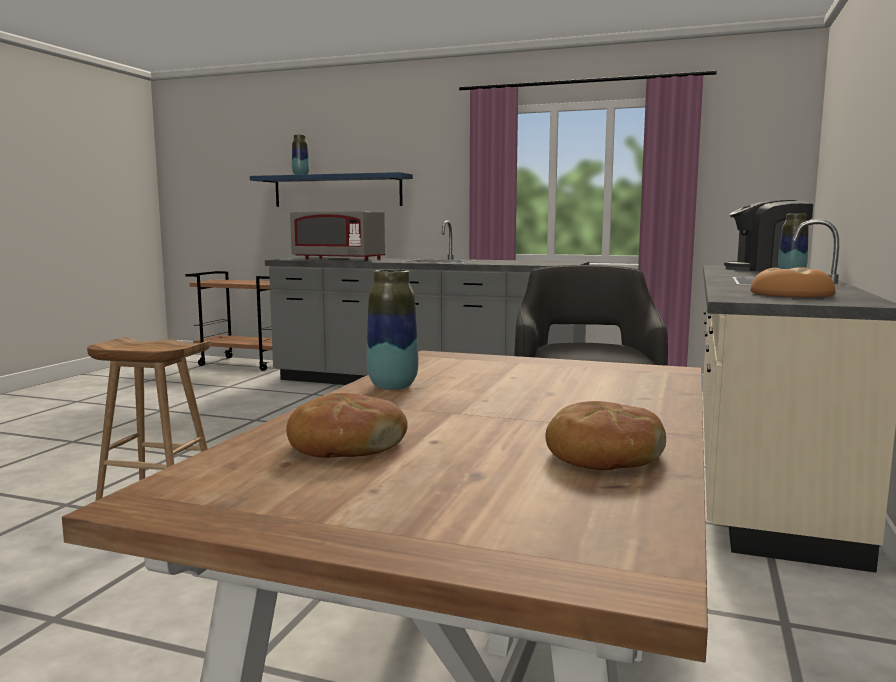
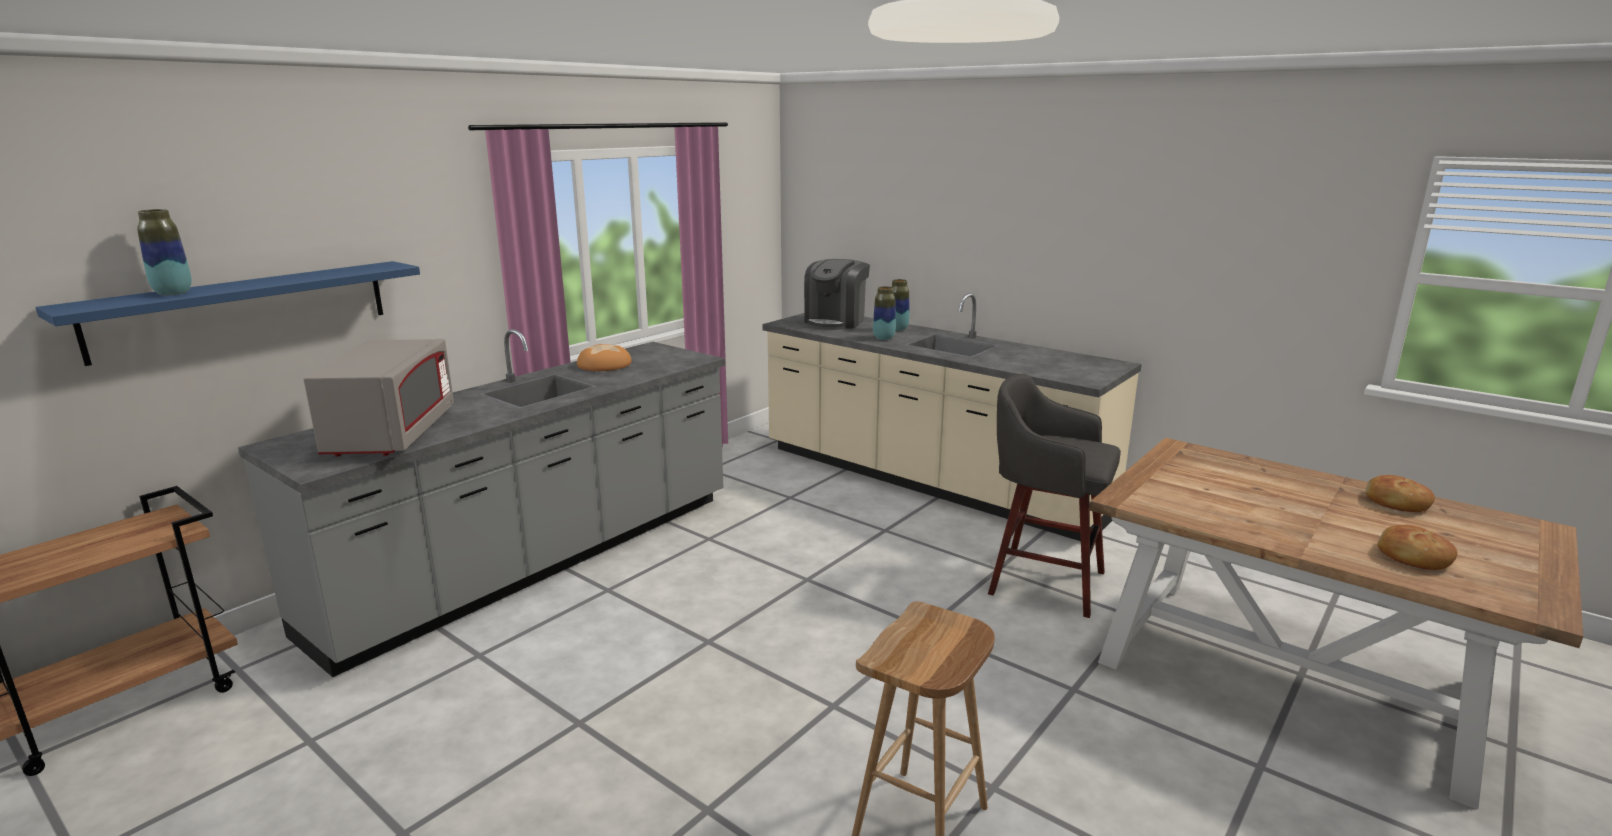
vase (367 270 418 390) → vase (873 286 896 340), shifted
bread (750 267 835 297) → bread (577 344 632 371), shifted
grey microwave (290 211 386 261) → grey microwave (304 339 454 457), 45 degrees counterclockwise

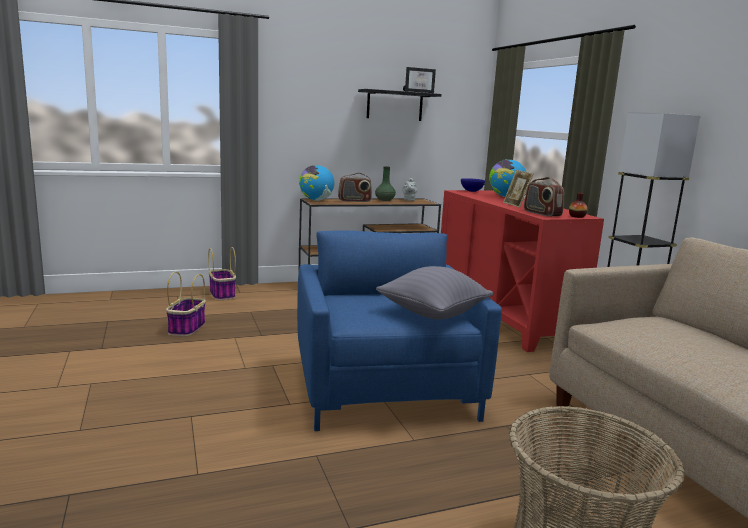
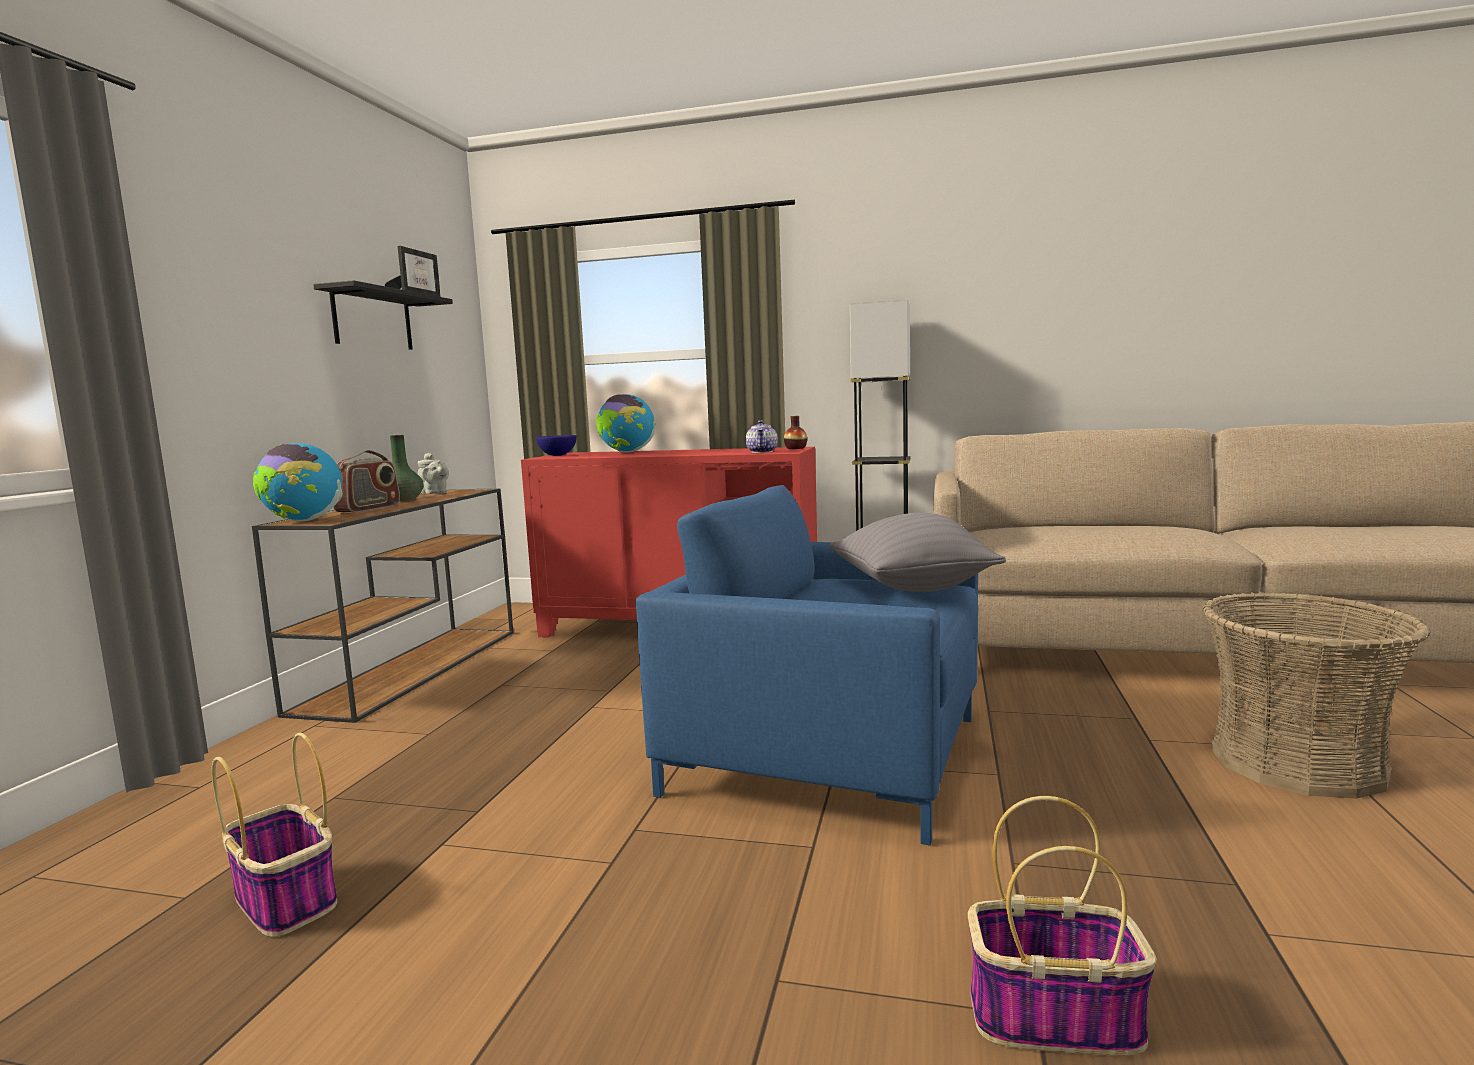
picture frame (503 170 534 208) → -
basket (208 247 236 300) → basket (968 796 1157 1055), shifted
radio (524 177 564 217) → teapot (746 420 778 453)

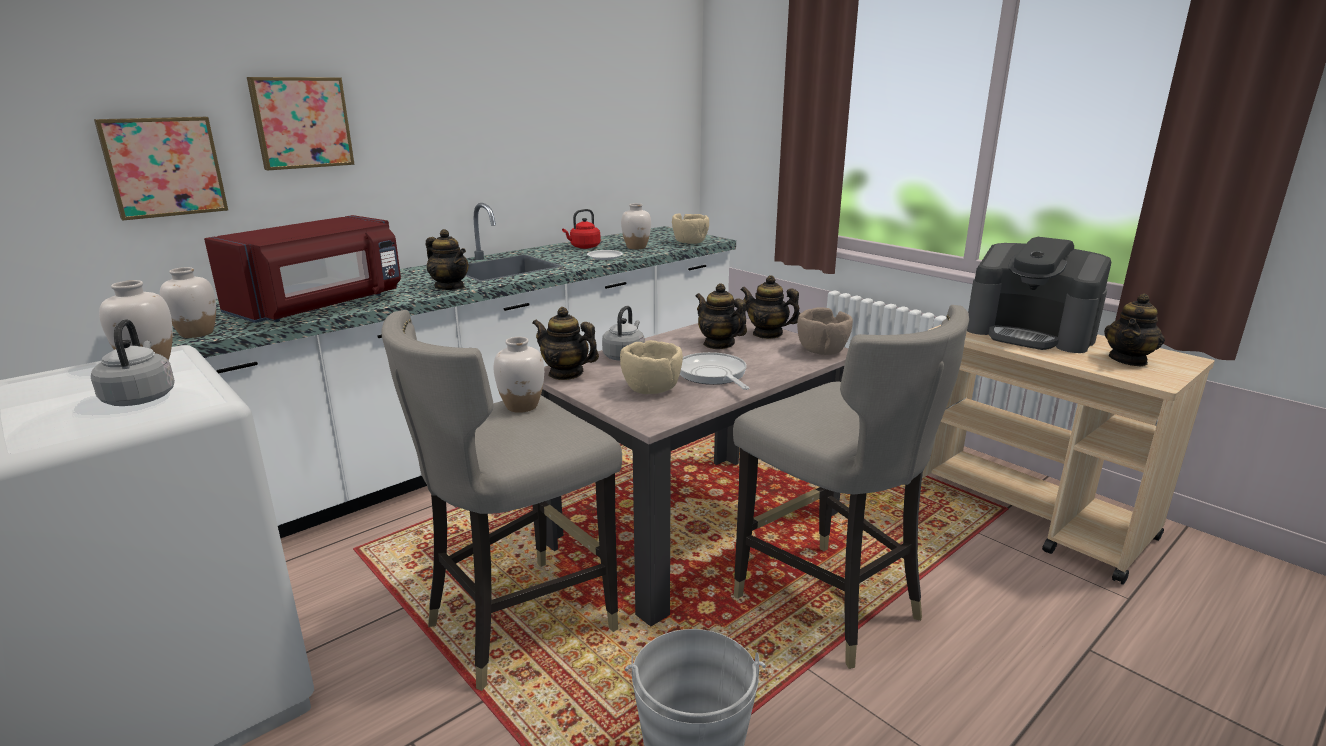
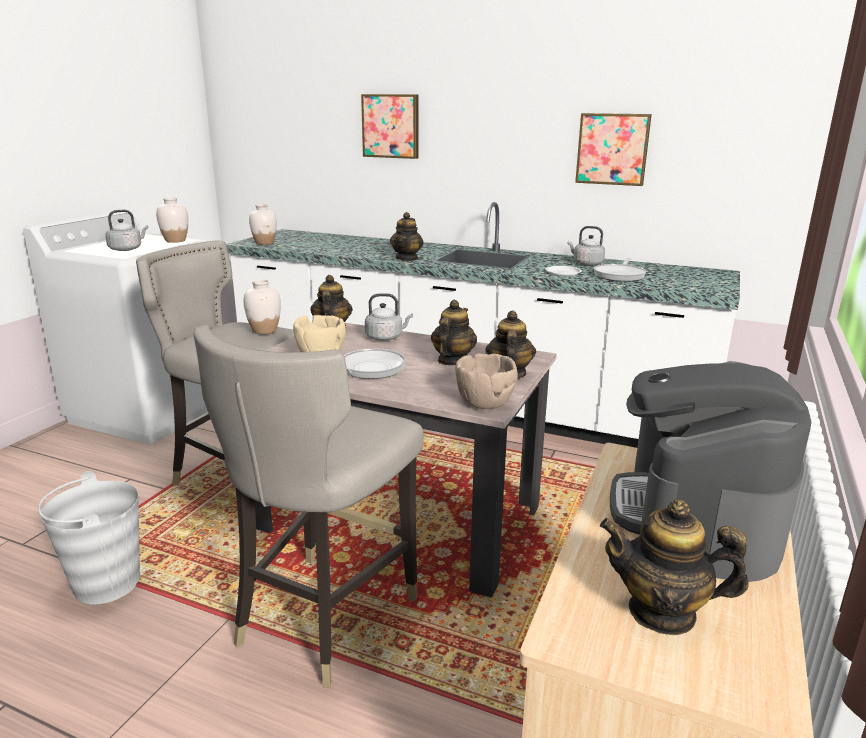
red microwave (204 215 401 323) → -
beige bowl (672 214 709 244) → -
picture (94 117 228 220) → picture (575 113 652 186), shifted
white vase (621 203 651 250) → frying pan (594 258 646 282)
red kettle (562 209 601 249) → grey kettle (568 226 605 266)

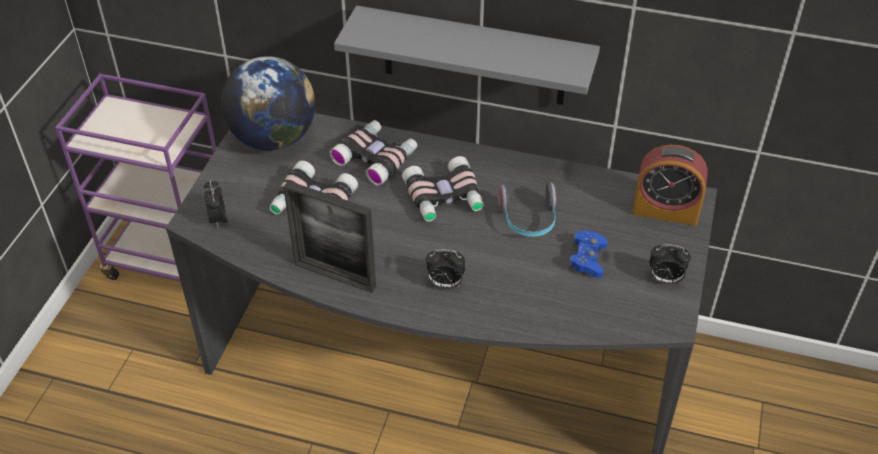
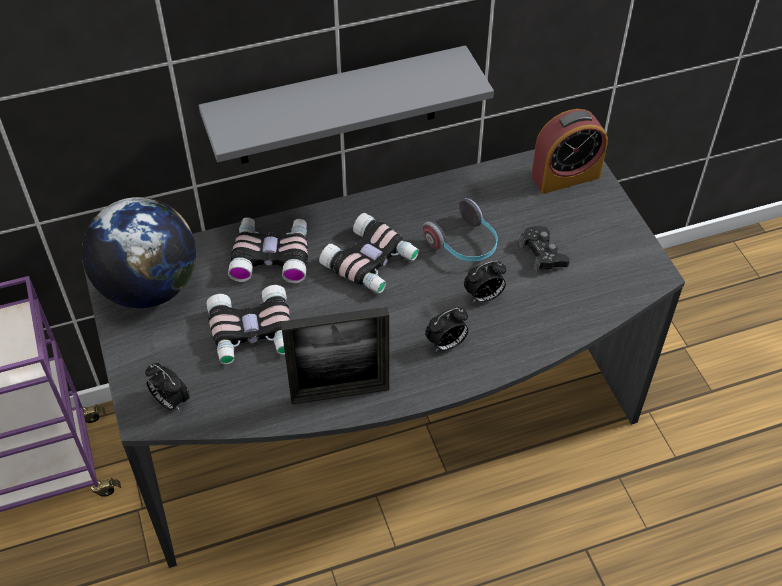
alarm clock (650 244 691 284) → alarm clock (464 261 506 302), shifted
blue game controller (569 230 607 278) → black game controller (518 226 570 272)

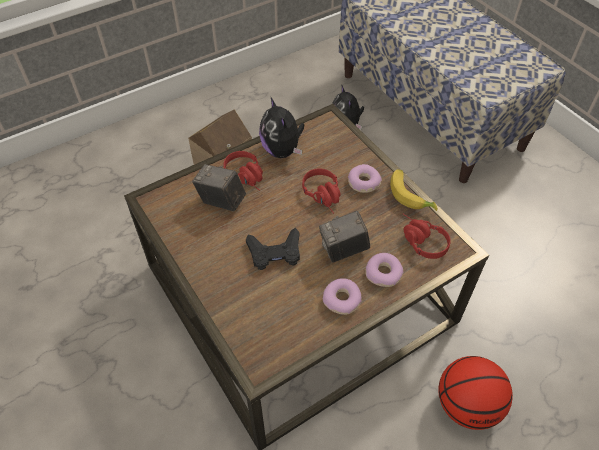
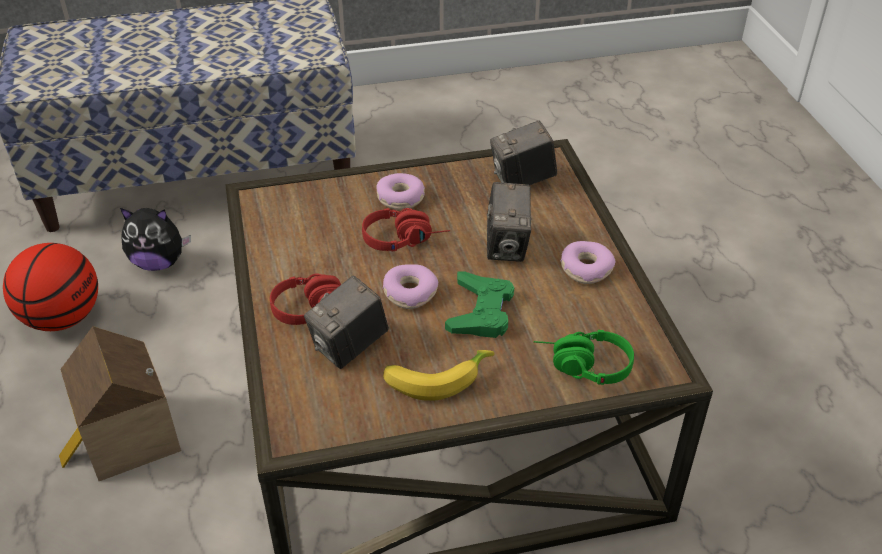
plush toy (259 96 305 158) → -
- → green headphones (534 330 634 385)
donut (365 253 403 287) → donut (383 264 438 309), shifted
banana (390 169 438 211) → banana (383 350 494 401), shifted
basketball (438 356 513 430) → basketball (3 243 98 331), shifted
red headphones (403 214 451 259) → photo camera (490 120 557 185)
black game controller (246 228 300 270) → green game controller (445 272 514 338)

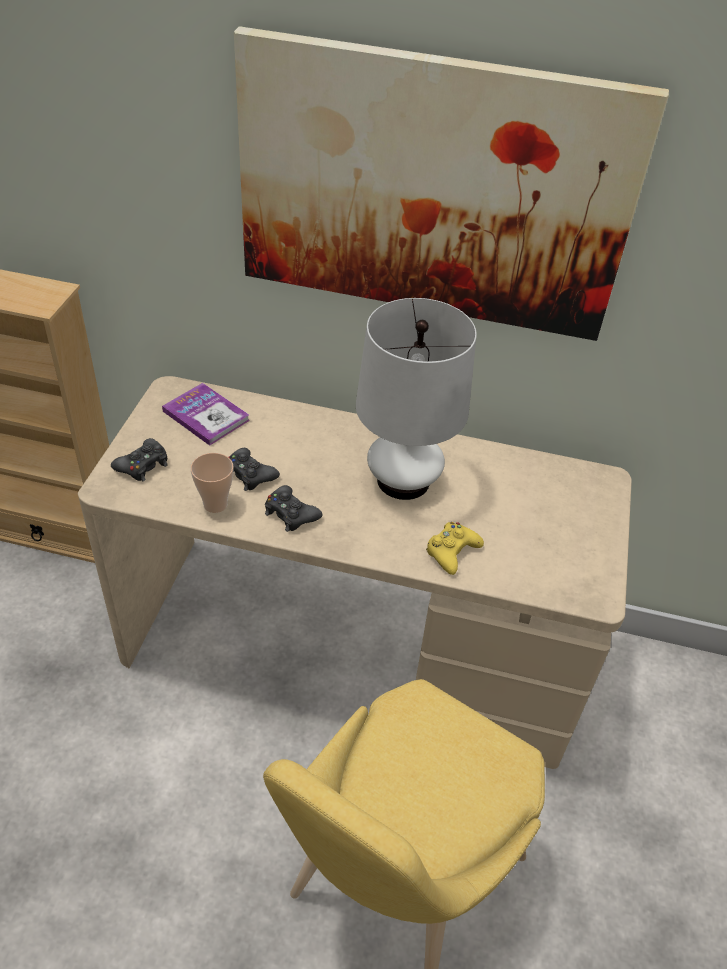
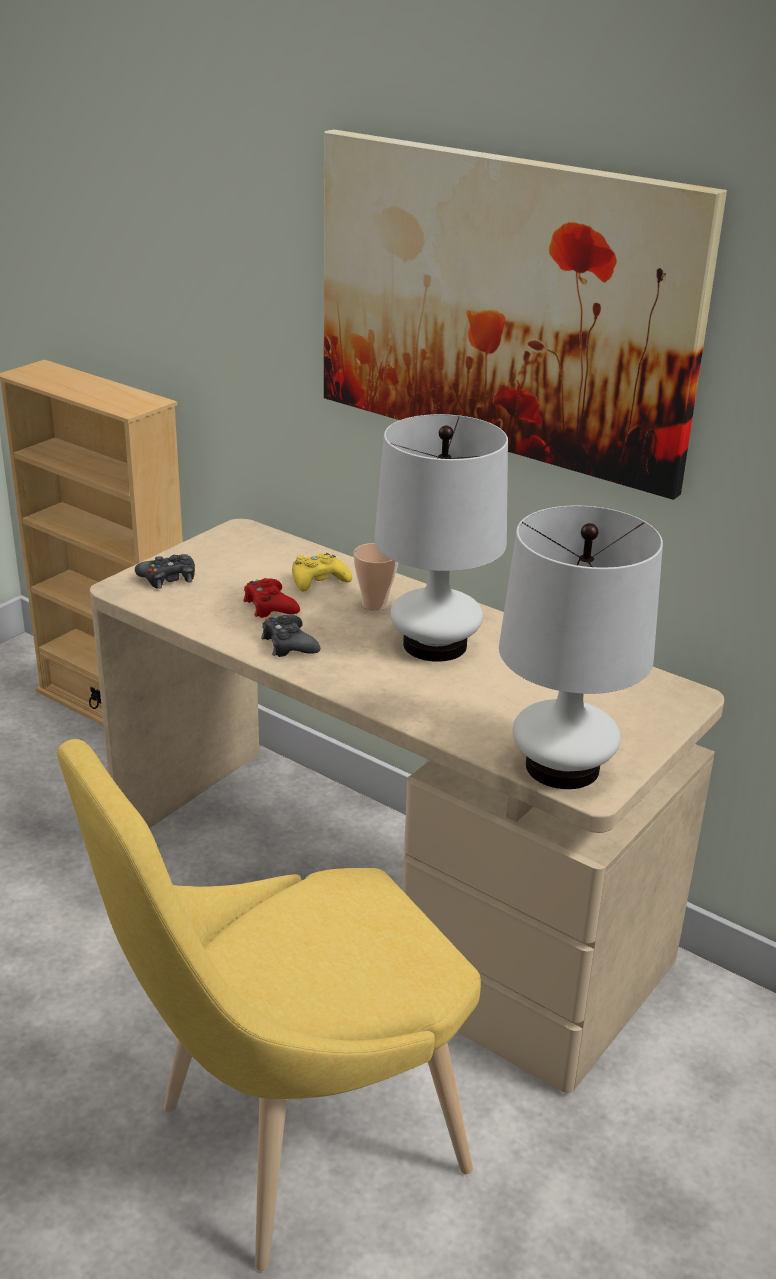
book (162 383 250 446) → -
- → white table lamp (499 506 663 789)
cup (191 453 234 513) → cup (354 543 398 611), shifted
yellow game controller (426 522 484 575) → yellow game controller (292 553 352 592), shifted
black game controller (229 448 280 491) → red game controller (243 578 300 618)

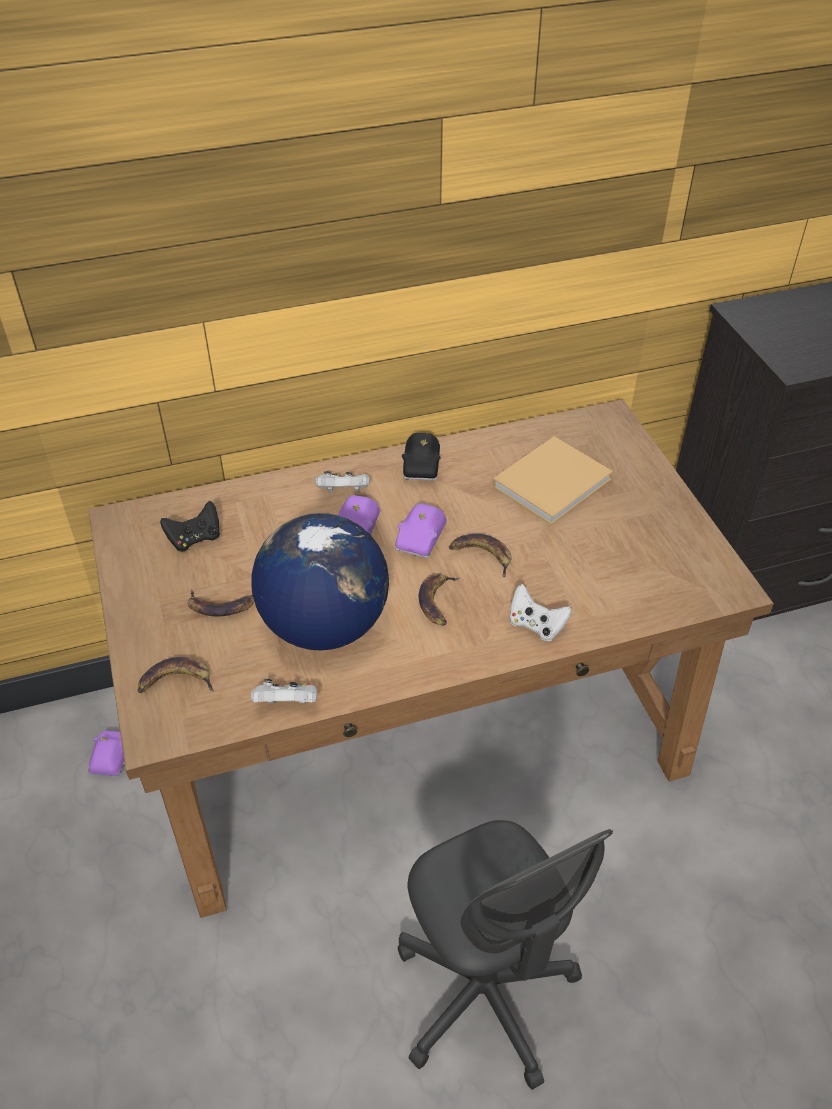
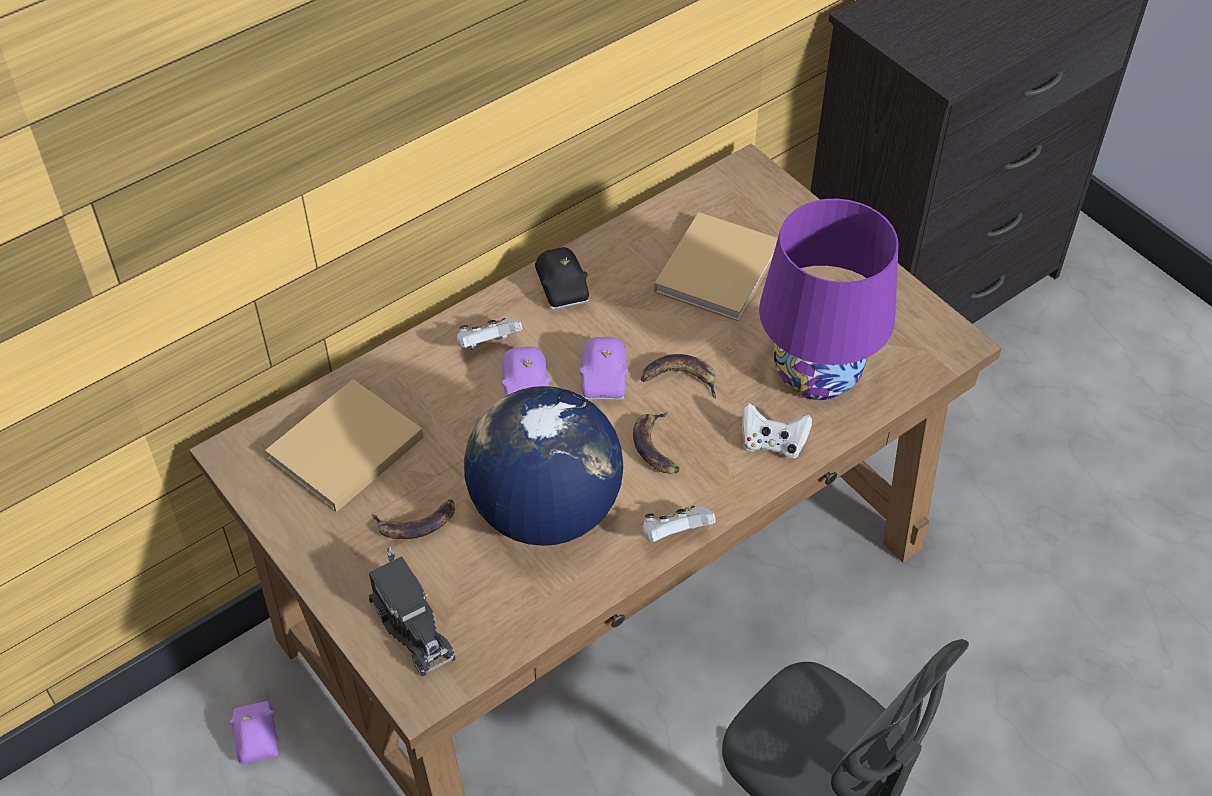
- → purple table lamp (759 199 899 400)
white game controller (251 679 318 704) → white game controller (642 505 716 542), shifted
banana (138 657 214 693) → toy truck (369 547 456 677)
black game controller (160 501 220 552) → beige book (265 379 424 512)

